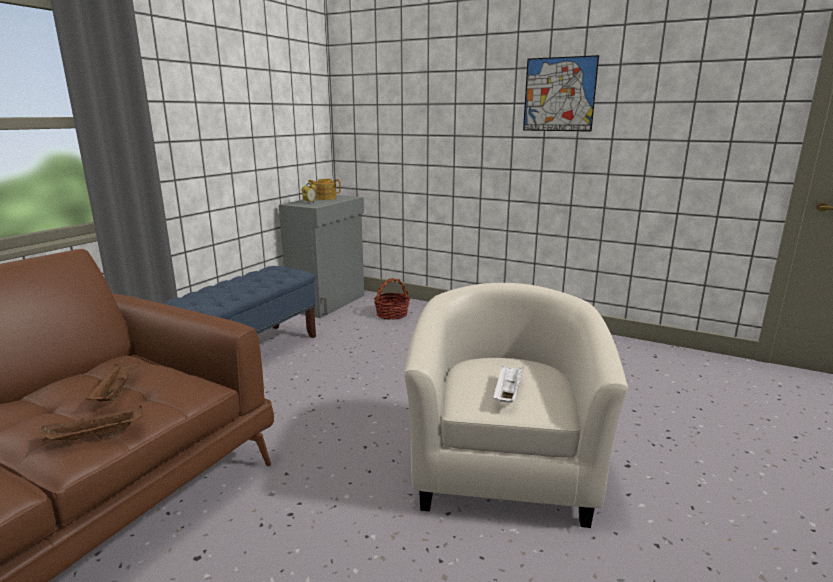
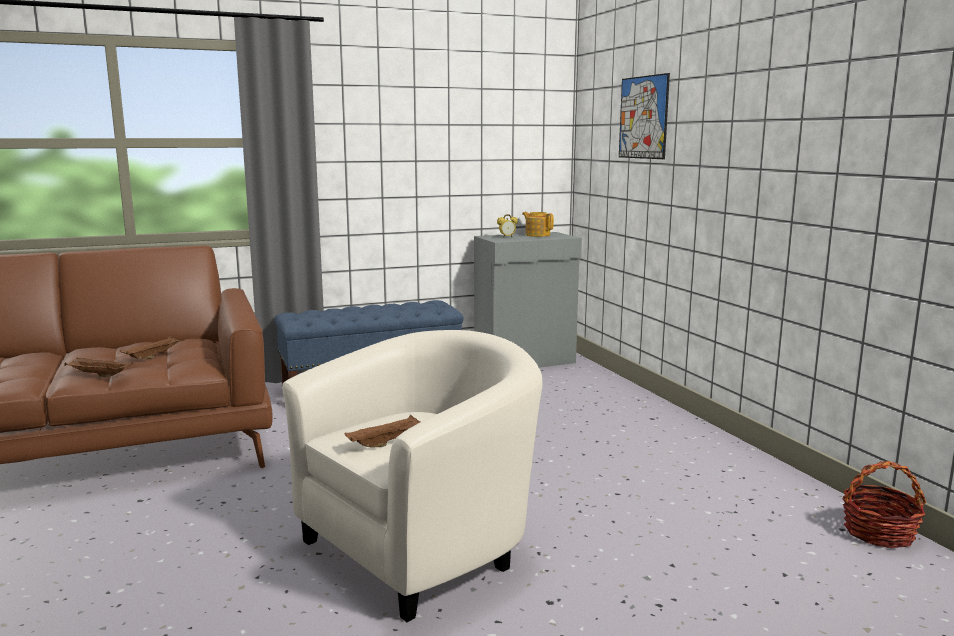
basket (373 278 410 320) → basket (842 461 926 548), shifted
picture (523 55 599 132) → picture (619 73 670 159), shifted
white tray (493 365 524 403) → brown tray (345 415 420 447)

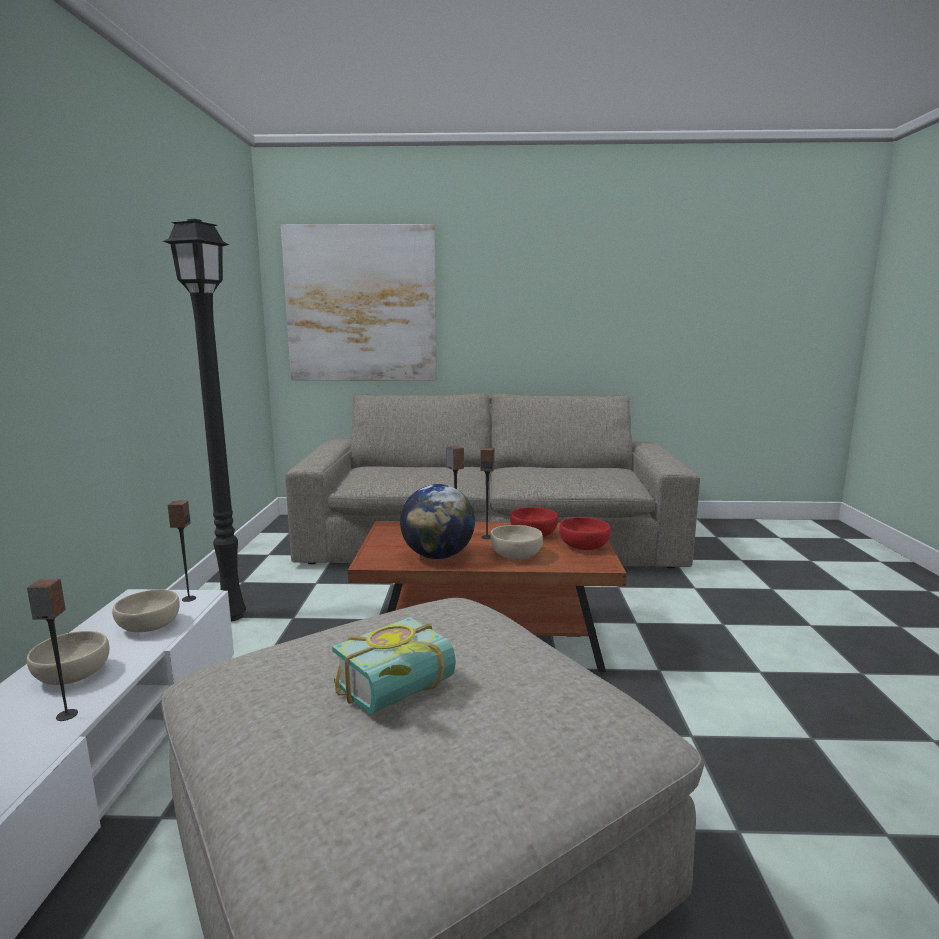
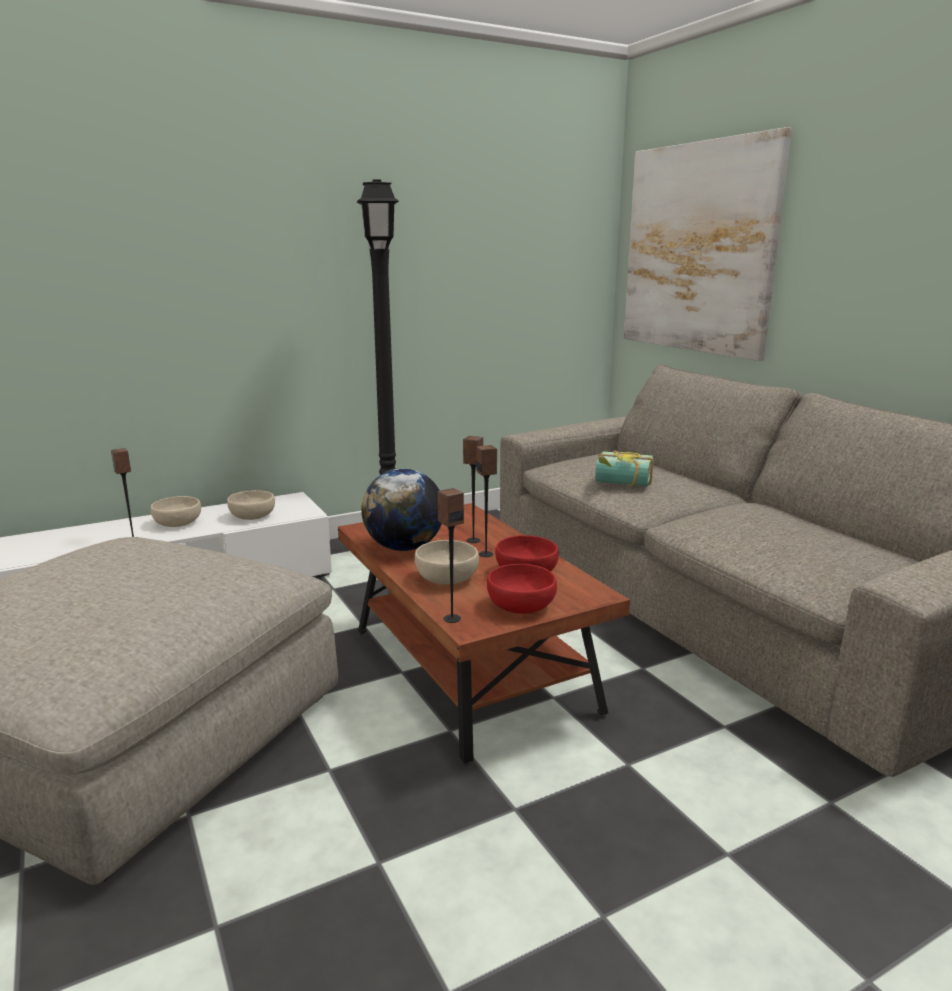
speaker (168 501 196 602) → speaker (438 488 464 623), shifted
book (332 617 456 714) → book (595 450 654 487), shifted

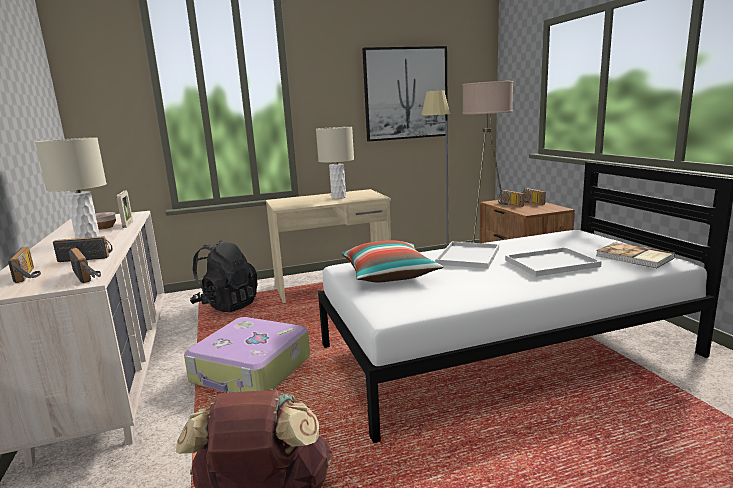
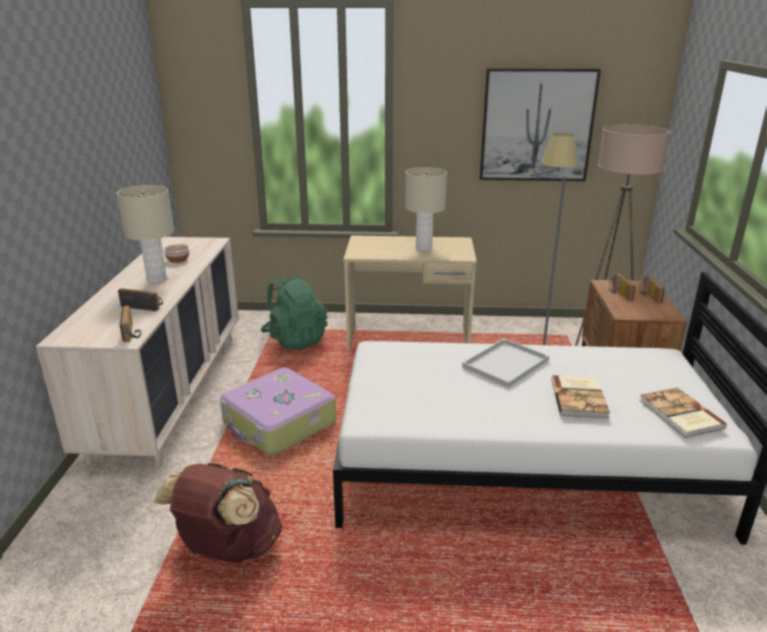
radio (8 247 41 283) → -
picture frame (117 190 133 228) → -
pillow (341 241 443 282) → -
white tray (505 247 602 277) → book (551 375 610 419)
black backpack (190 241 258 312) → green backpack (261 274 328 350)

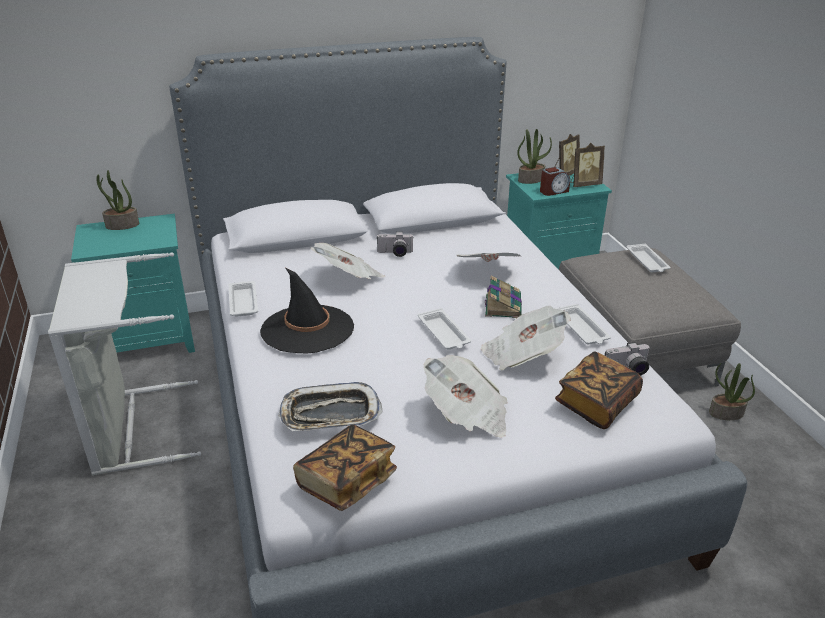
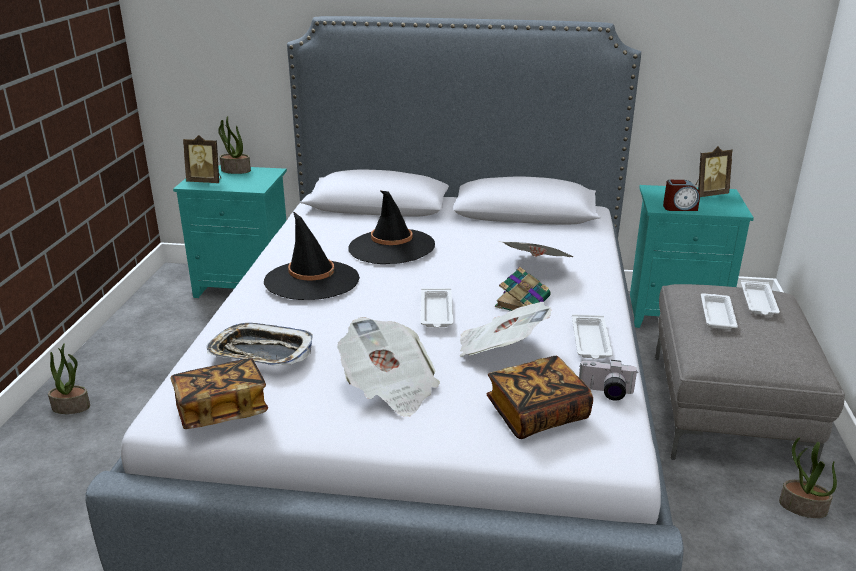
grey laundry basket (48 252 201 475) → -
photo camera (377 232 414 257) → -
white tray (229 281 258 317) → white tray (701 293 738 330), shifted
potted plant (517 129 552 184) → potted plant (48 343 90 414), shifted
picture frame (571 143 605 187) → picture frame (183 135 221 183), shifted
newspaper (310 243 385 279) → black hat (348 191 435 264)

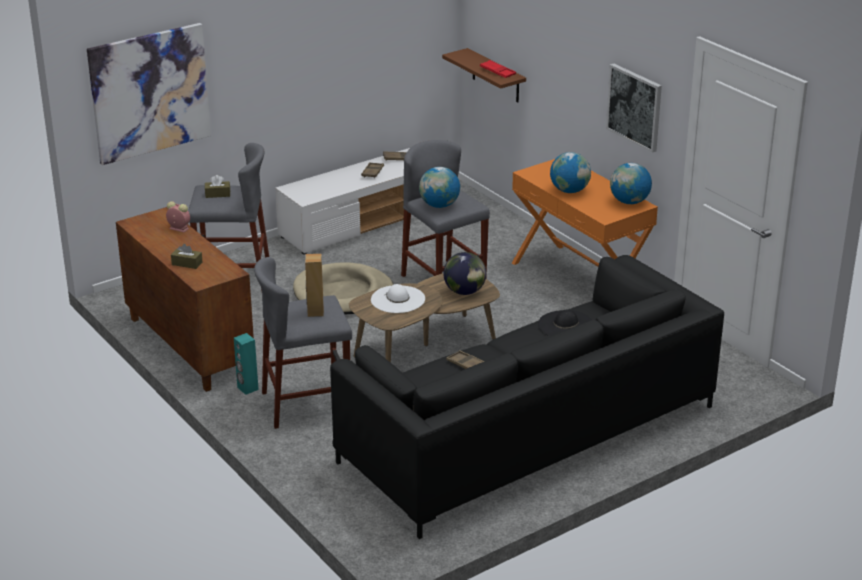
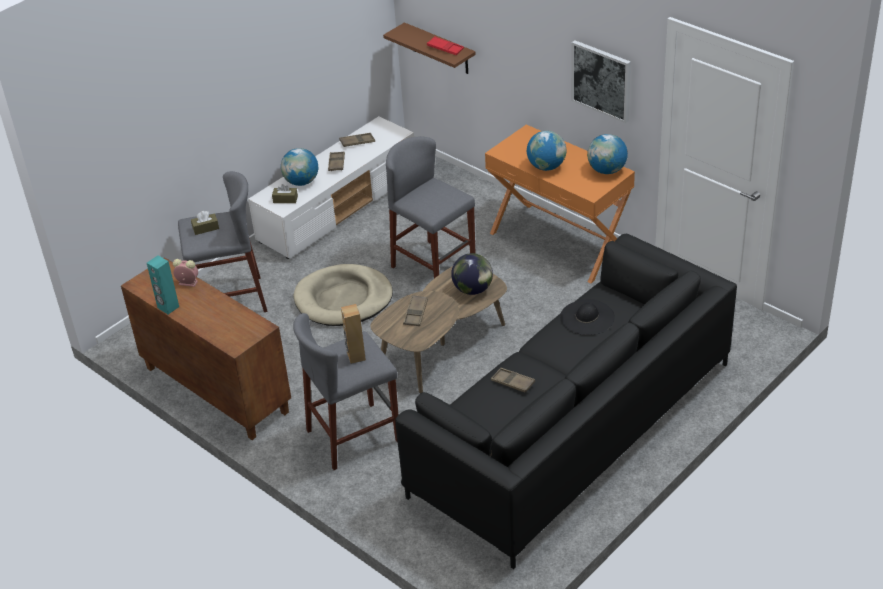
picture (87 23 211 165) → -
brown tissue box (171 244 202 269) → brown tissue box (272 184 298 203), shifted
turquoise speaker (234 333 259 395) → turquoise speaker (147 255 179 314), shifted
globe (419 167 460 208) → globe (281 148 318 186), shifted
white hat (371 284 425 313) → brown tray (403 295 428 326)

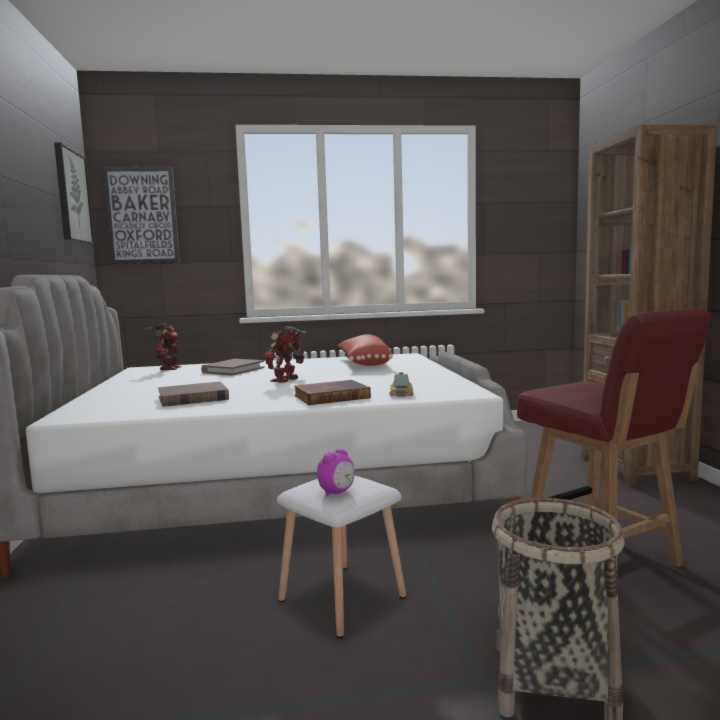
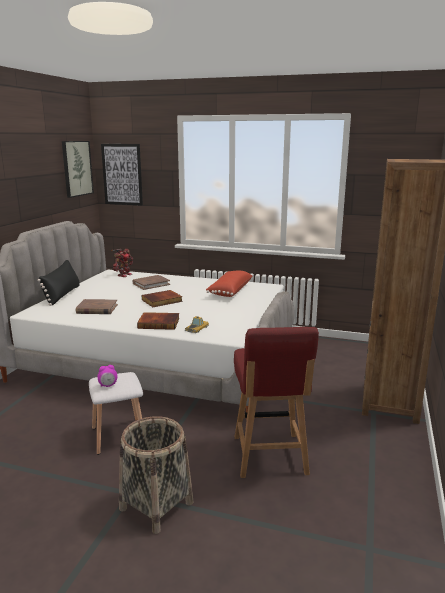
- → black pillow (37 260 80 306)
toy robot (264 326 307 383) → book (142 290 183 307)

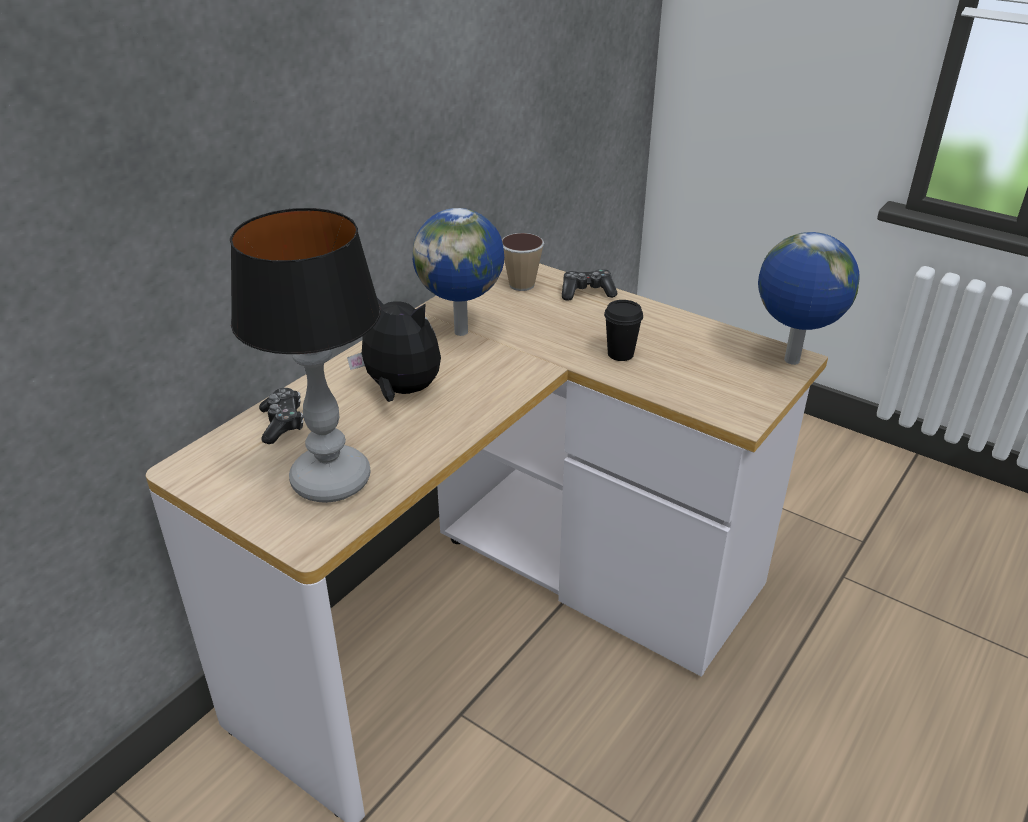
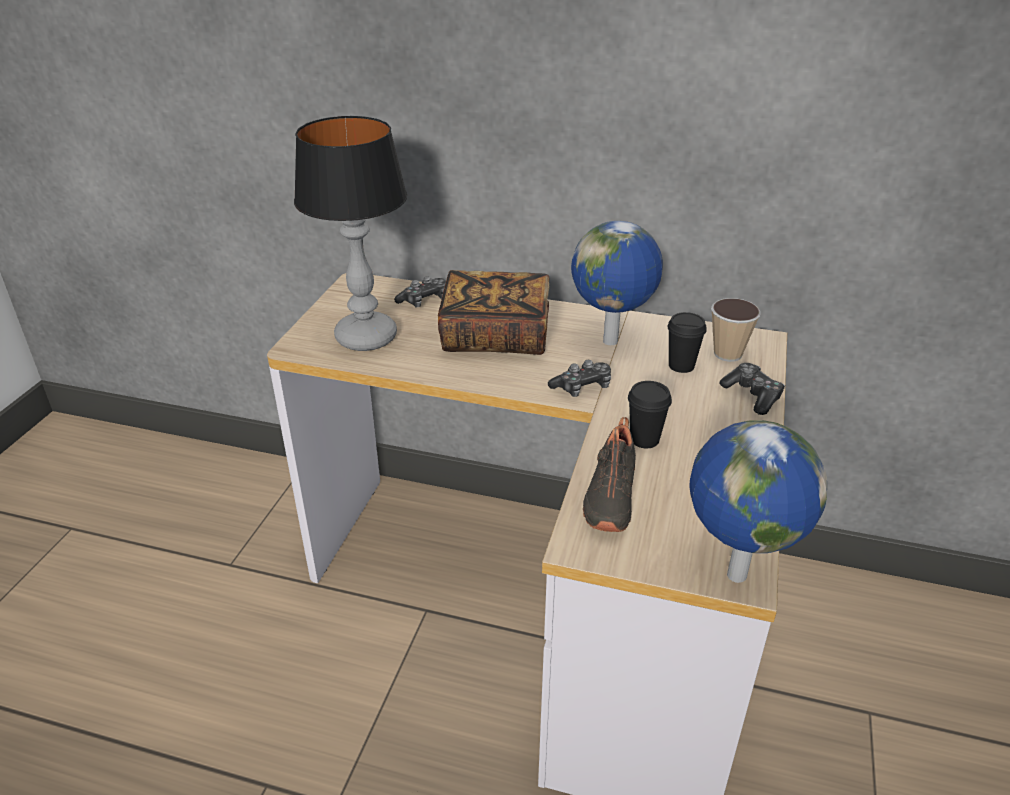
- → game controller (548 360 611 397)
- → black shoe (583 417 636 532)
- → black cup (667 312 707 373)
plush toy (347 298 441 402) → book (438 270 549 355)

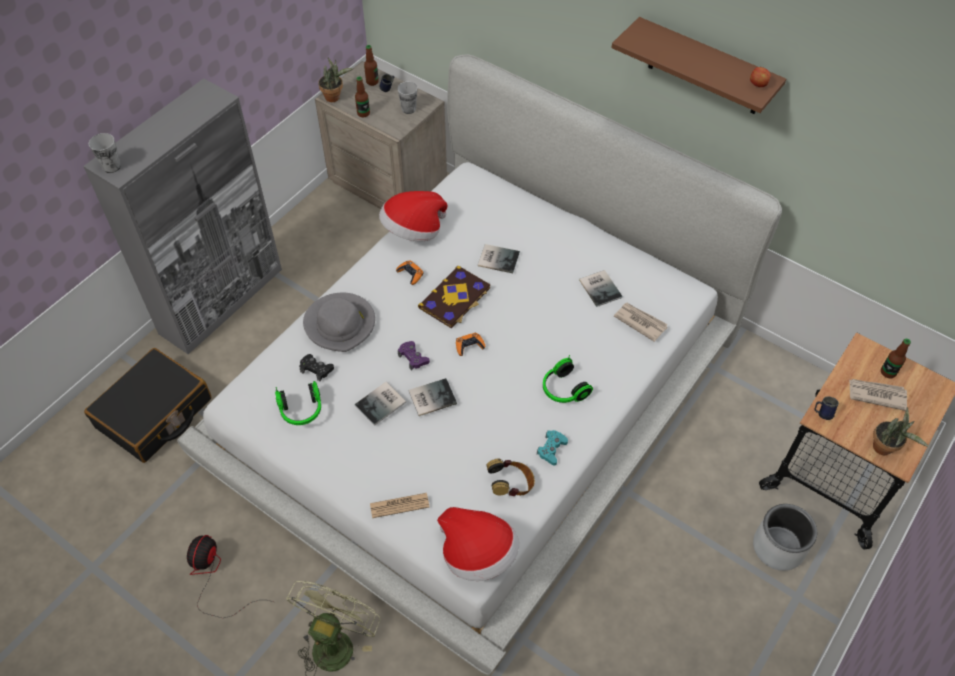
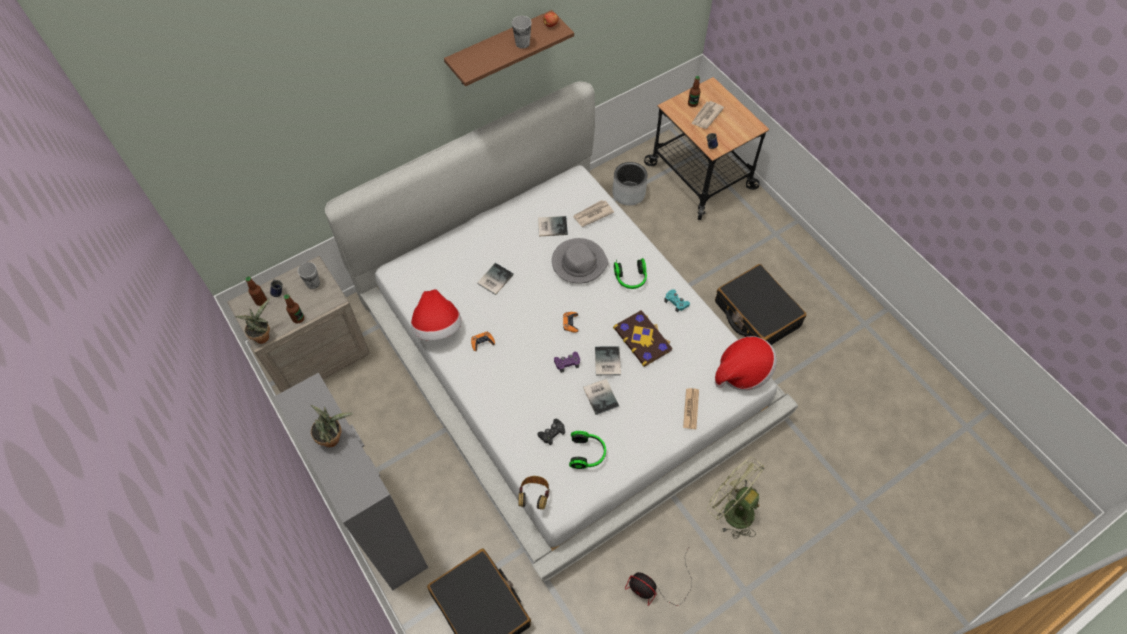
- → black suitcase (715 264 806 345)
cup (89 133 121 173) → cup (512 16 531 49), shifted
grey hat (303 293 375 352) → grey hat (552 238 608 284), shifted
book (418 266 491 328) → book (613 310 672 367), shifted
headphones (486 458 535 496) → headphones (518 476 550 510), shifted
grey planter (753 504 817 571) → grey planter (612 162 648 206), shifted
potted plant (873 407 929 455) → potted plant (311 405 353 447), shifted

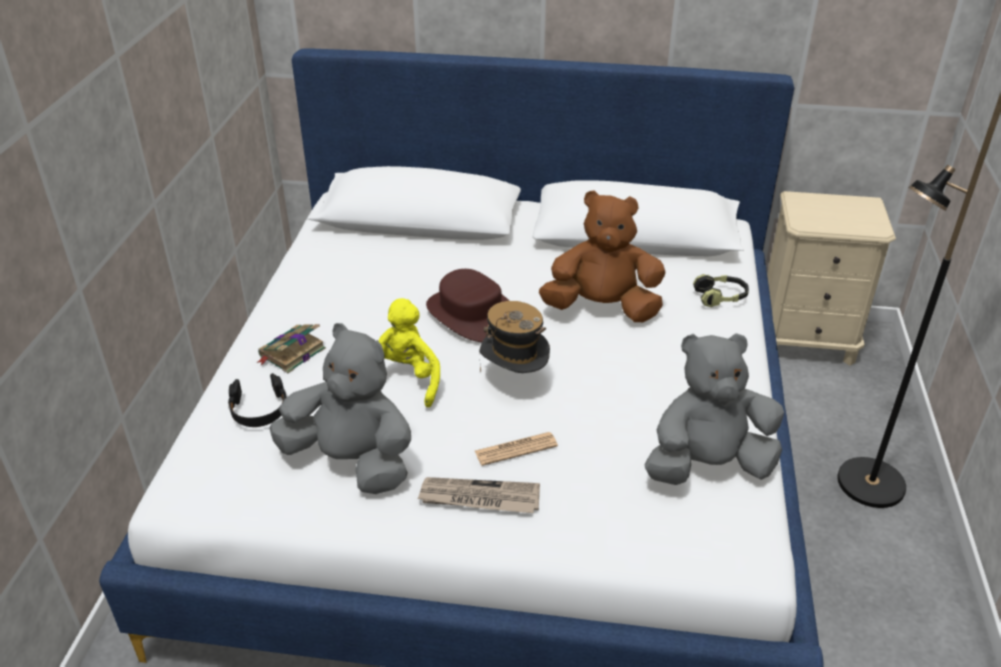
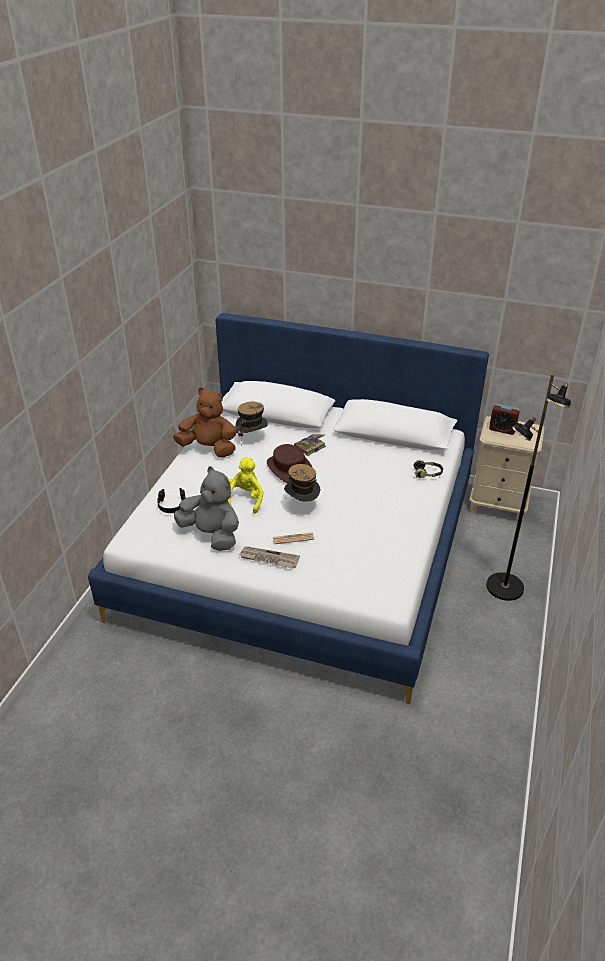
grey plush toy (645 333 784 485) → -
- → hat (235 402 268 446)
- → alarm clock (489 404 520 435)
book (256 324 326 373) → book (294 434 326 456), shifted
brown plush toy (539 190 665 322) → brown plush toy (173 387 237 457), shifted

